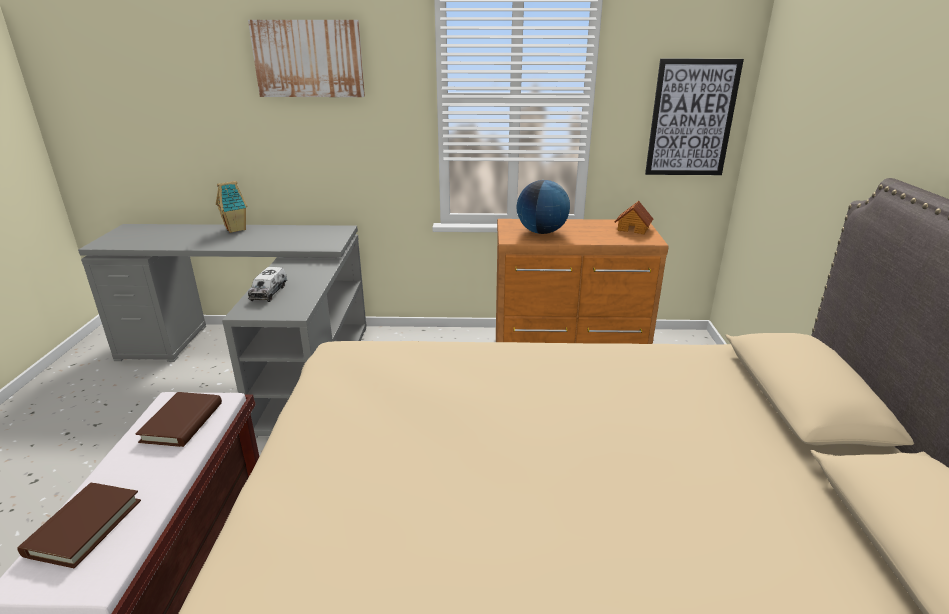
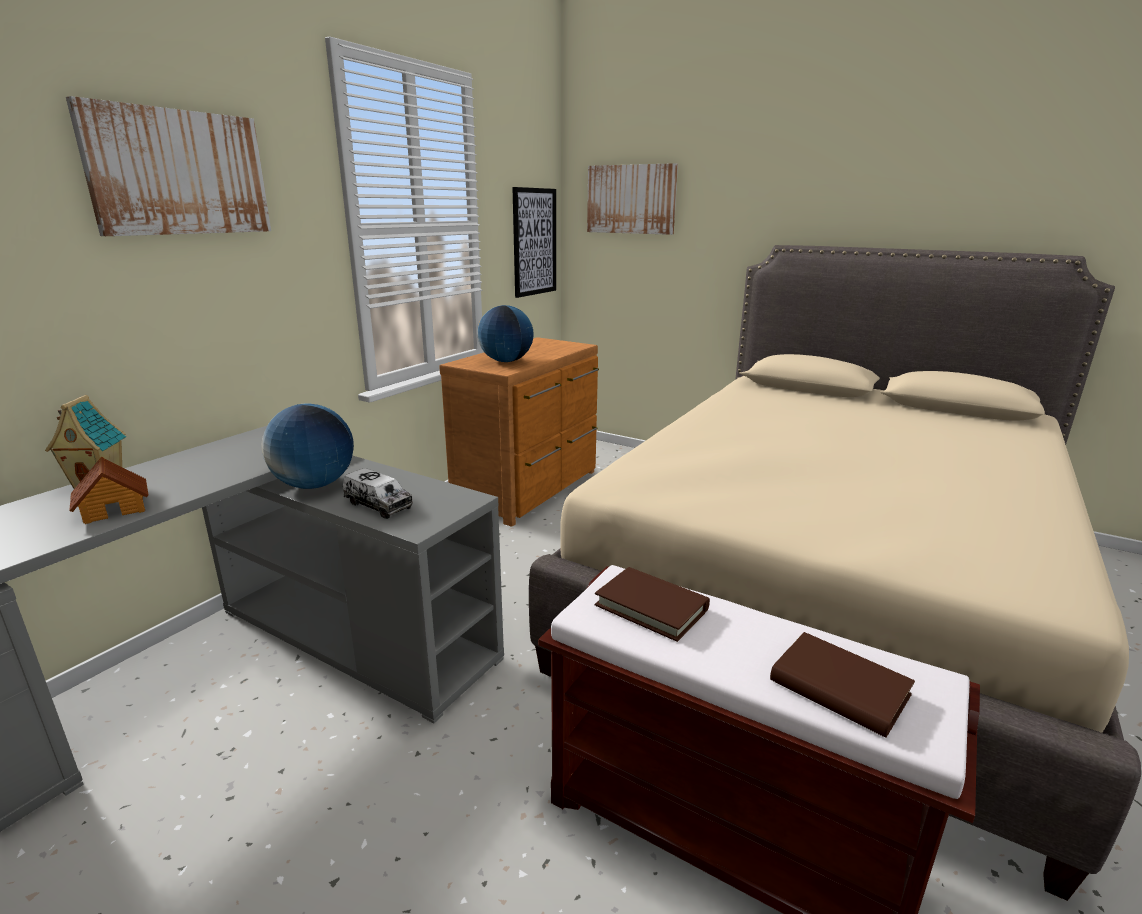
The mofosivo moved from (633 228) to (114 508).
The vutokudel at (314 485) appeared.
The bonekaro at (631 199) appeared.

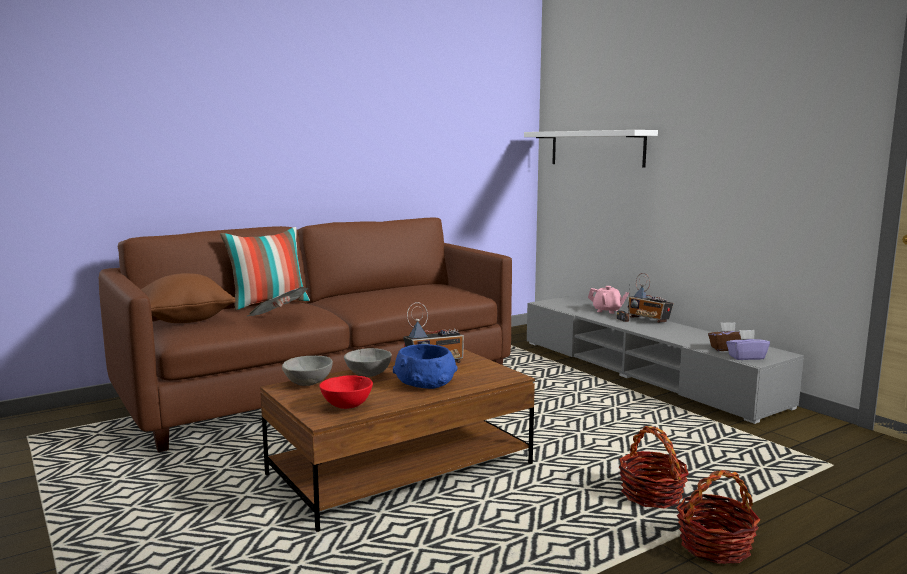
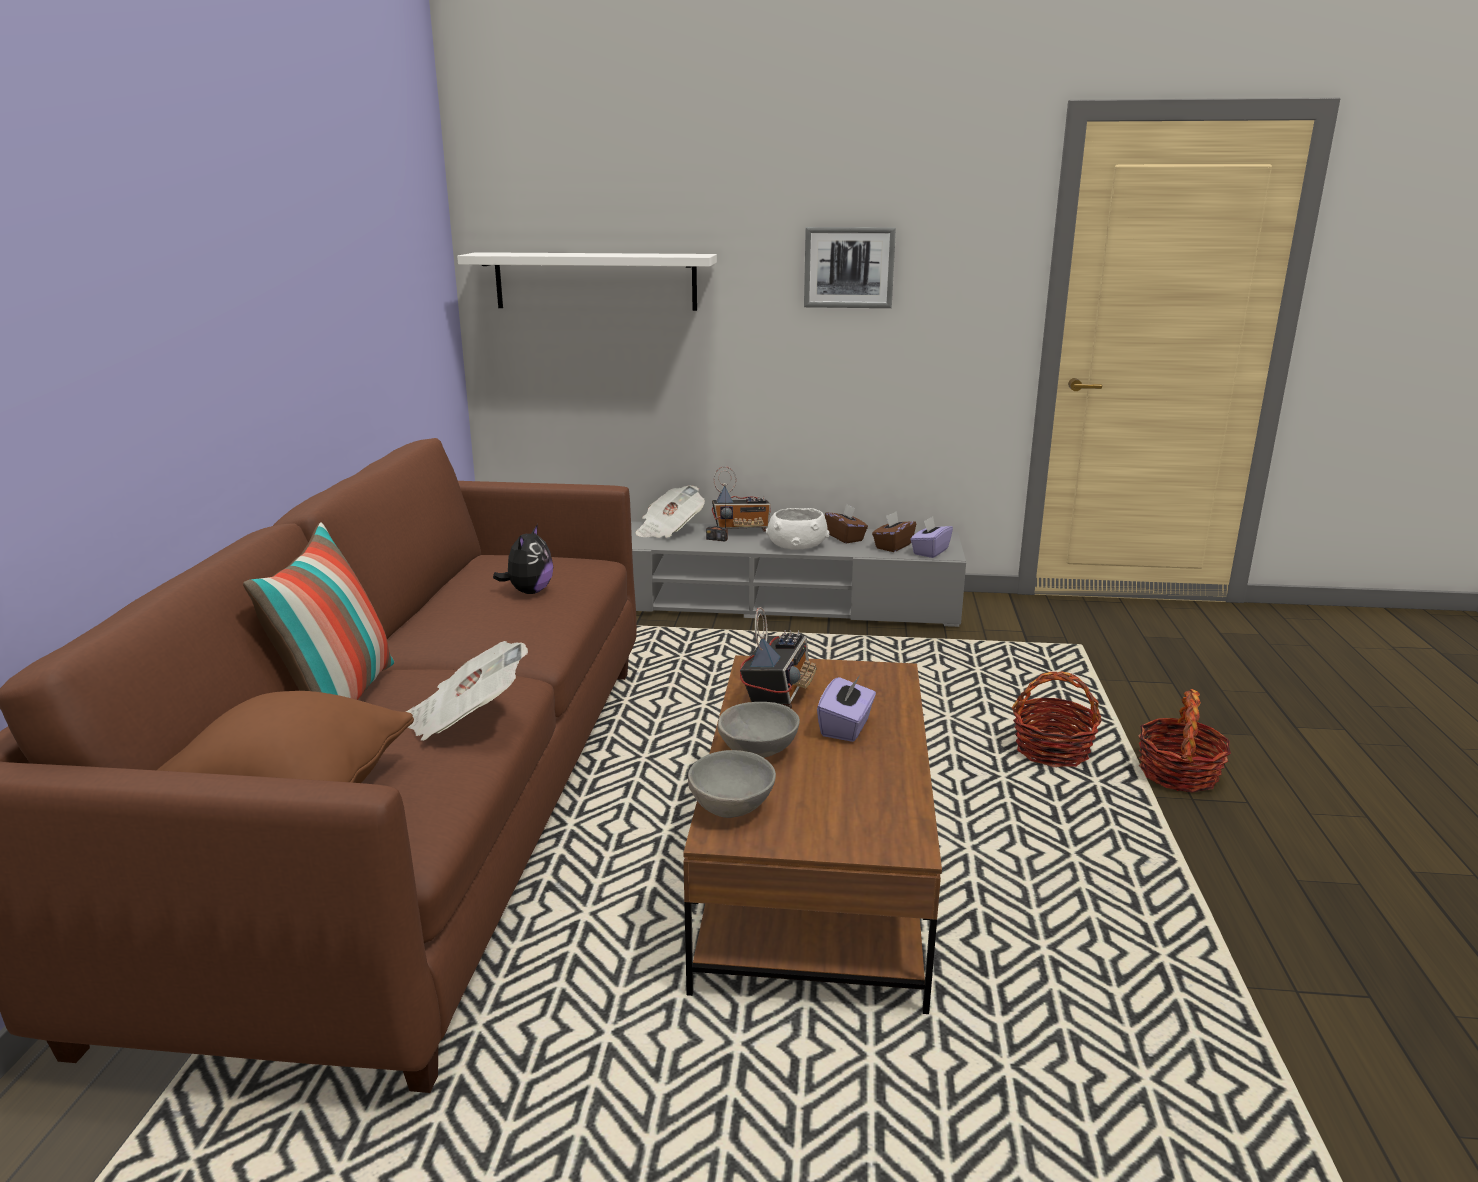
The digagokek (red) at (346 406) disappeared.
The digagokek (blue) at (425 382) was replaced by the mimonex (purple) at (846 727).
The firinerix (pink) at (607 311) was replaced by the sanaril at (669 530).
The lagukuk at (529 591) appeared.
The digagokek (white) at (797 545) appeared.
The bonekaro at (849 267) appeared.
The mimonex (brown) at (845 537) appeared.

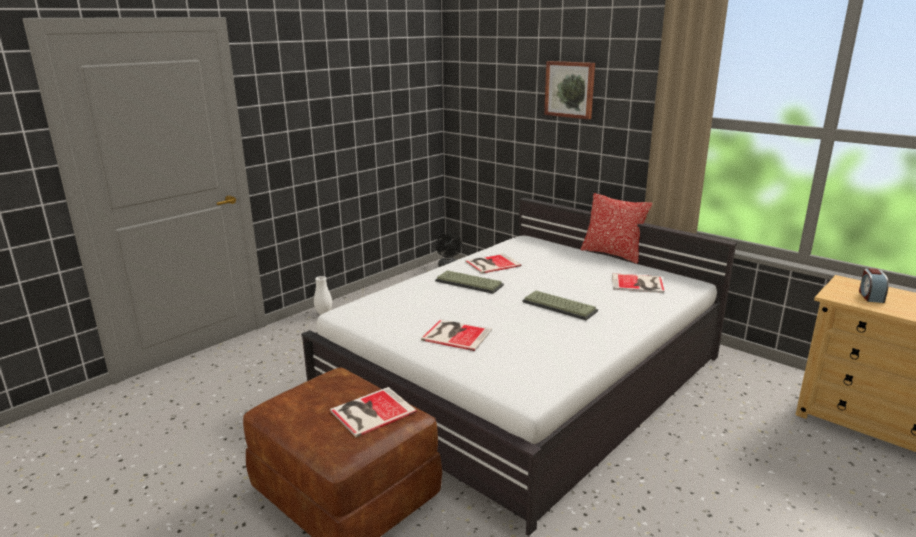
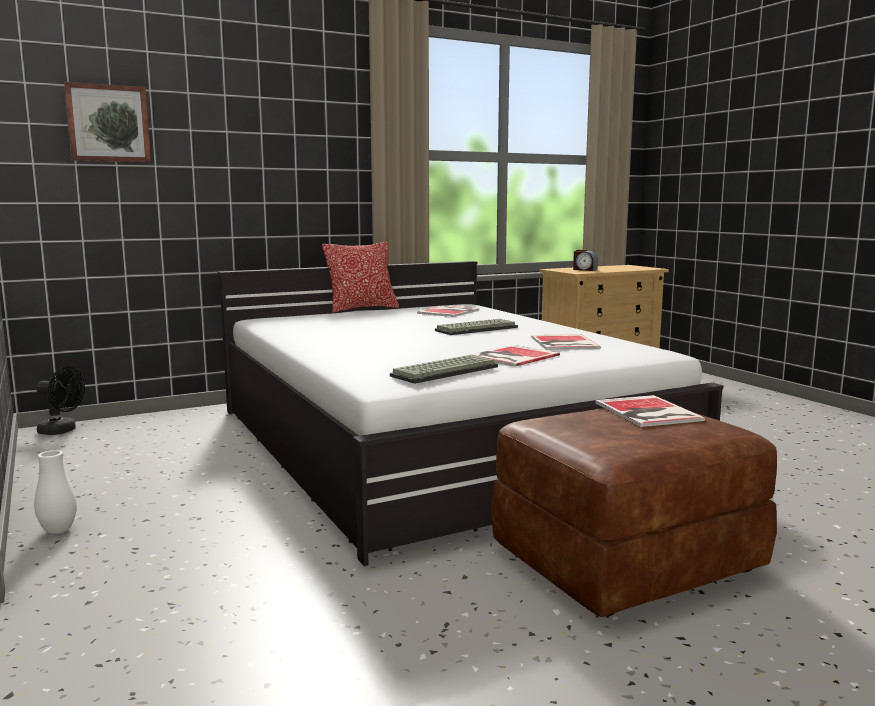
The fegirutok moved from (470 283) to (444 371).
The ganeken moved from (491 264) to (563 343).
The bonekaro moved from (570 89) to (108 123).

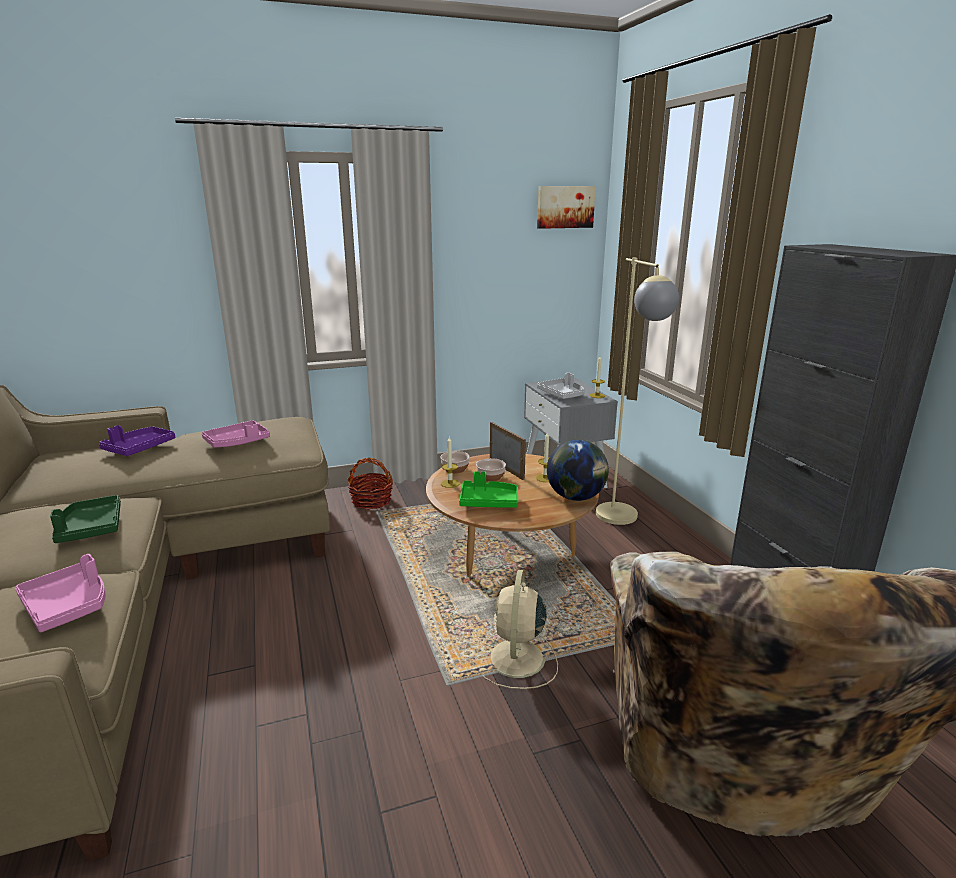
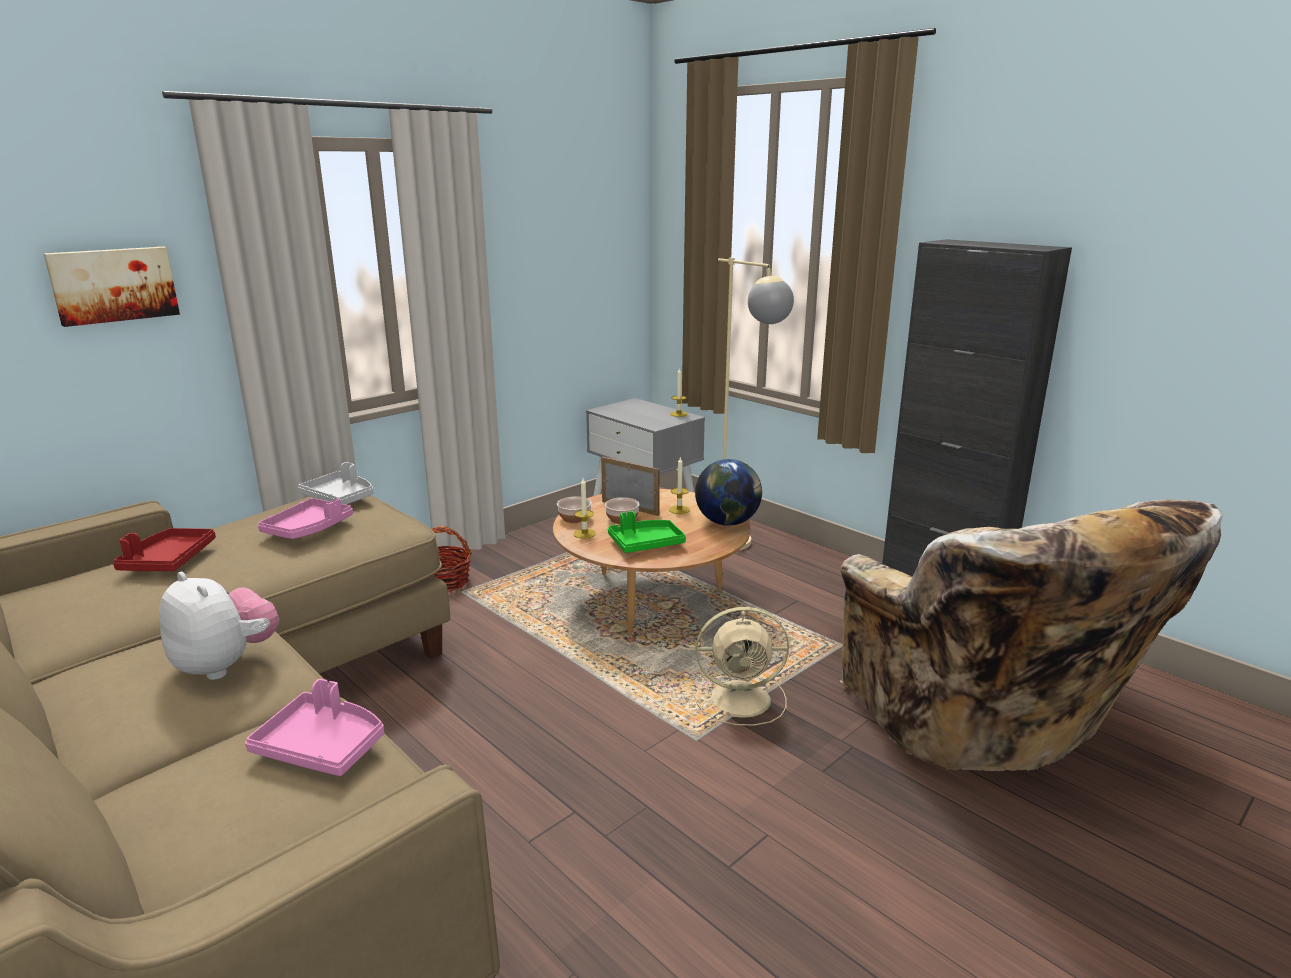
The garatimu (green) at (90 528) was replaced by the lagukuk at (226 664).
The garatimu (purple) at (139 448) became the garatimu (red) at (168 560).
The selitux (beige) at (516 660) turned 75 degrees counterclockwise.
The bonekaro moved from (565 207) to (113 285).
The garatimu (grey) moved from (562 395) to (340 497).

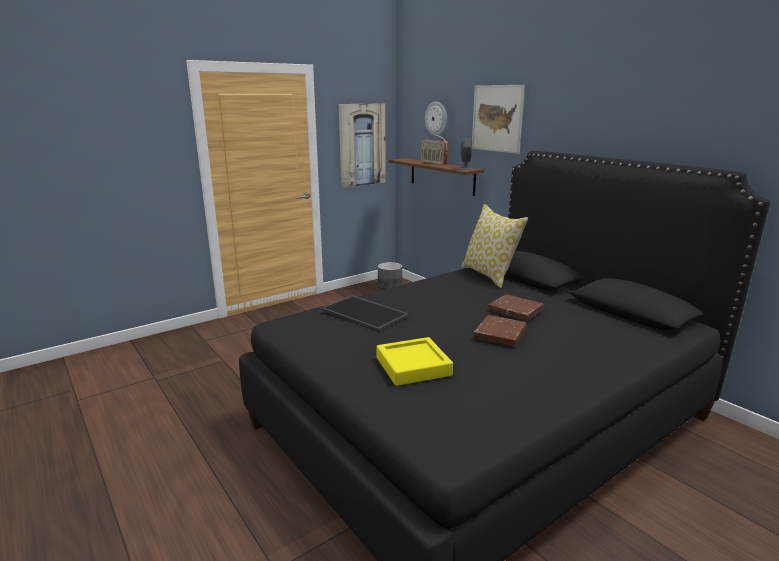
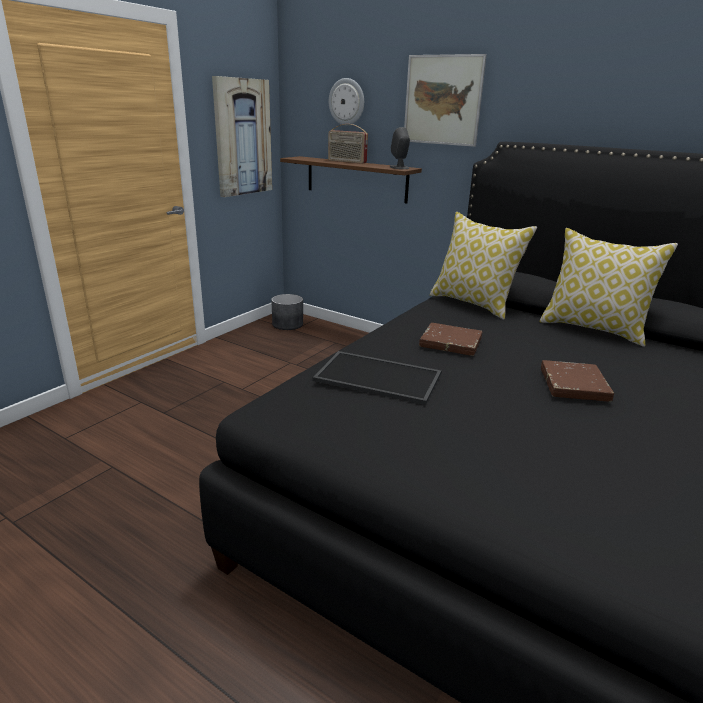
The garatimu (yellow) at (413 366) disappeared.
The ganeken (brown) moved from (515 310) to (450 343).
The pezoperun at (593 329) appeared.

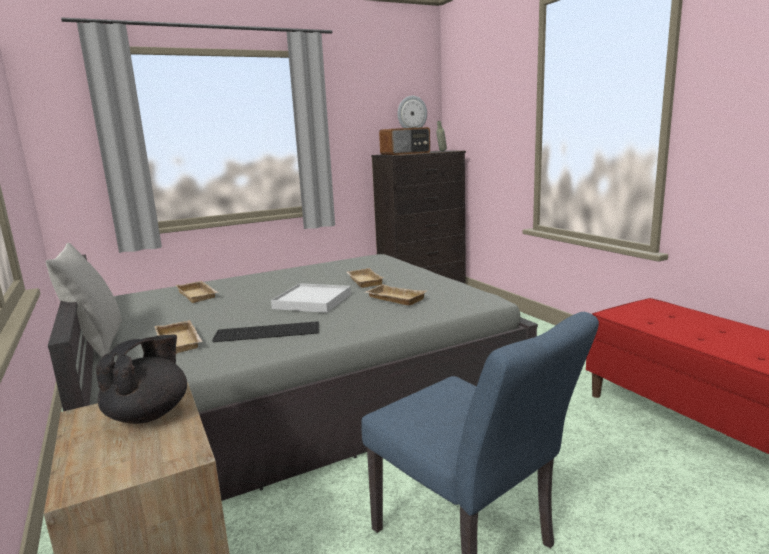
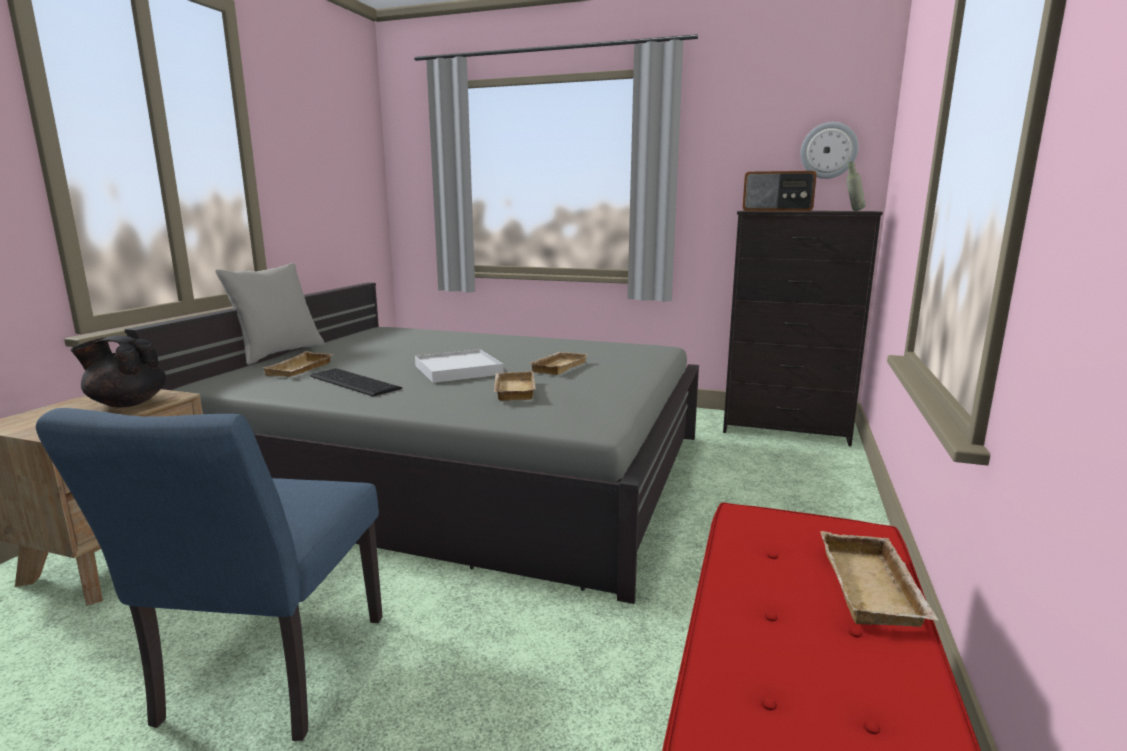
The firinerix (black) at (149 414) turned 150 degrees counterclockwise.
The garatimu (beige) moved from (199 295) to (875 589).

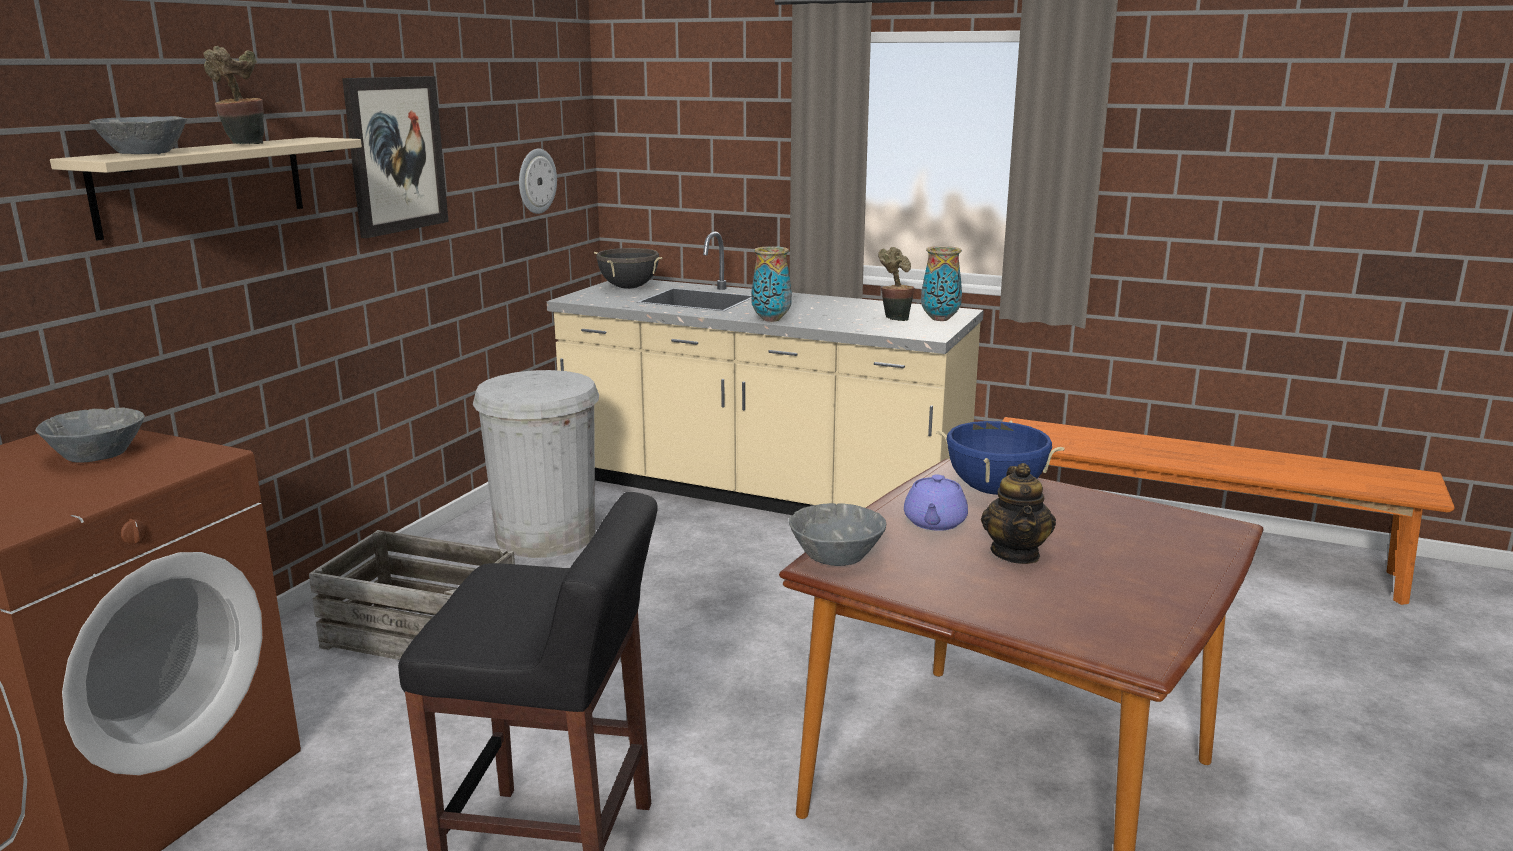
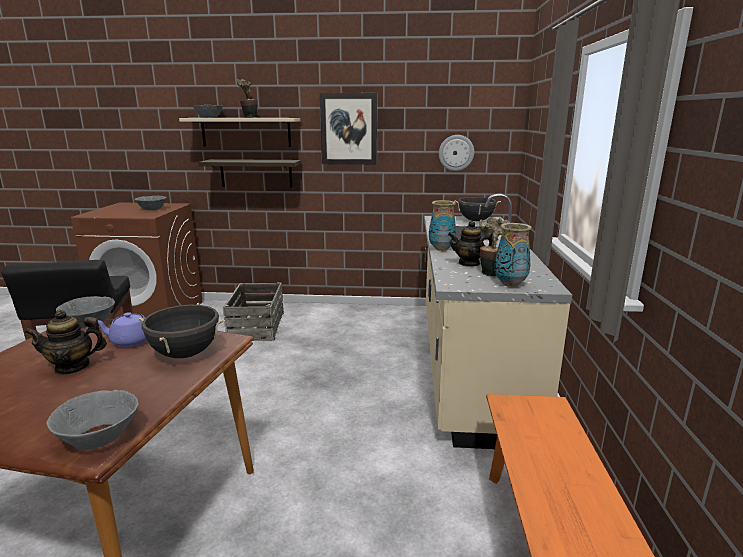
The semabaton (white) at (545 536) disappeared.
The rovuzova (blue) at (994 491) became the rovuzova (black) at (185 354).
The digagokek (grey) at (99 437) appeared.
The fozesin at (256 173) appeared.
The firinerix at (469 263) appeared.

